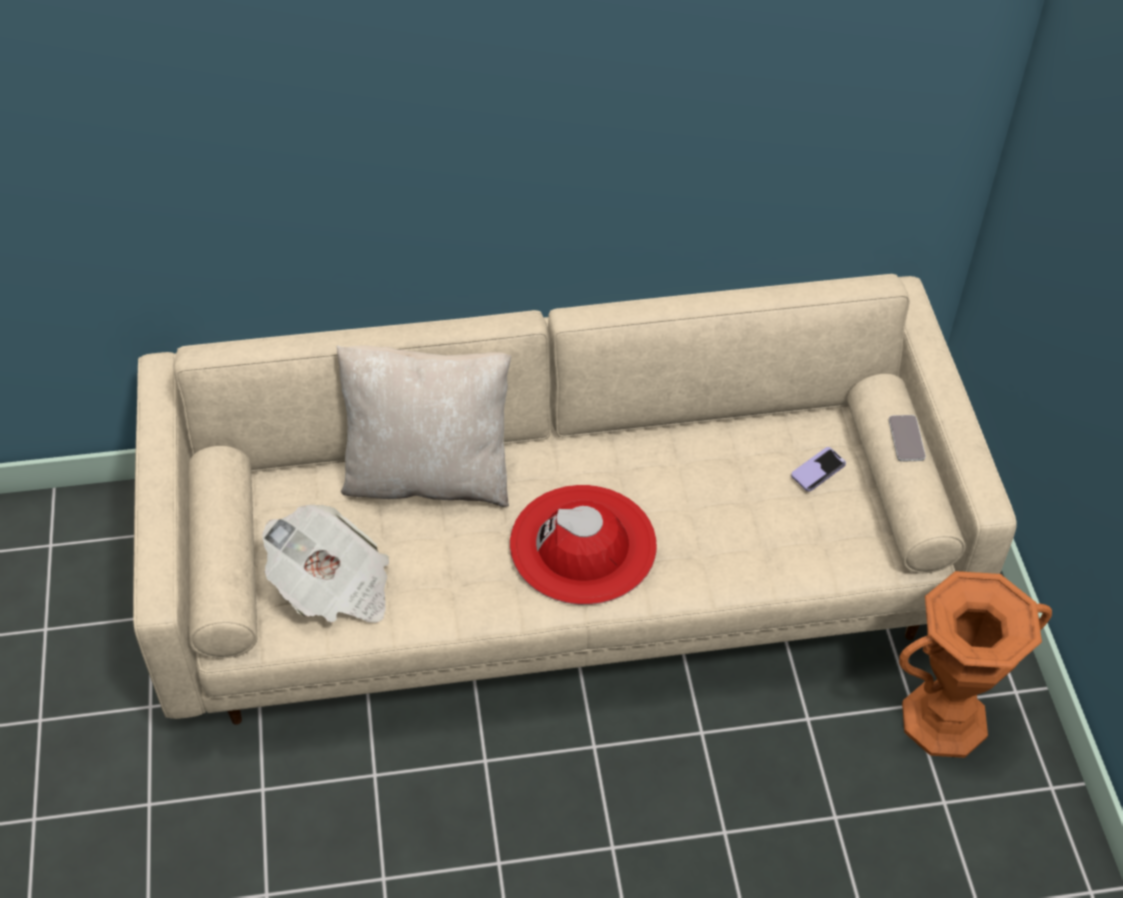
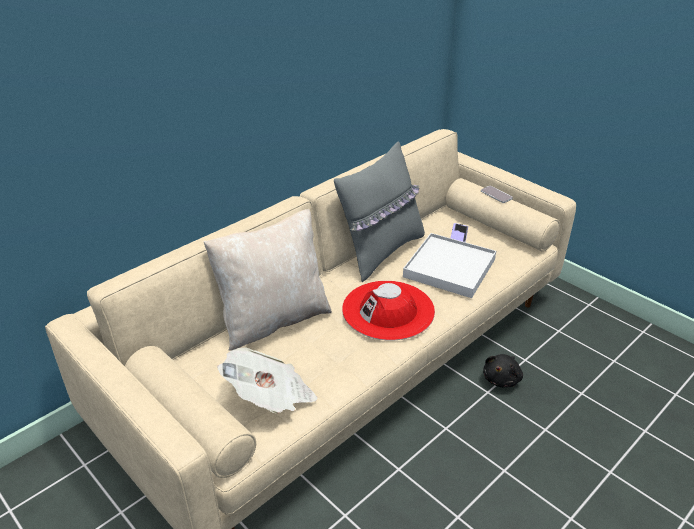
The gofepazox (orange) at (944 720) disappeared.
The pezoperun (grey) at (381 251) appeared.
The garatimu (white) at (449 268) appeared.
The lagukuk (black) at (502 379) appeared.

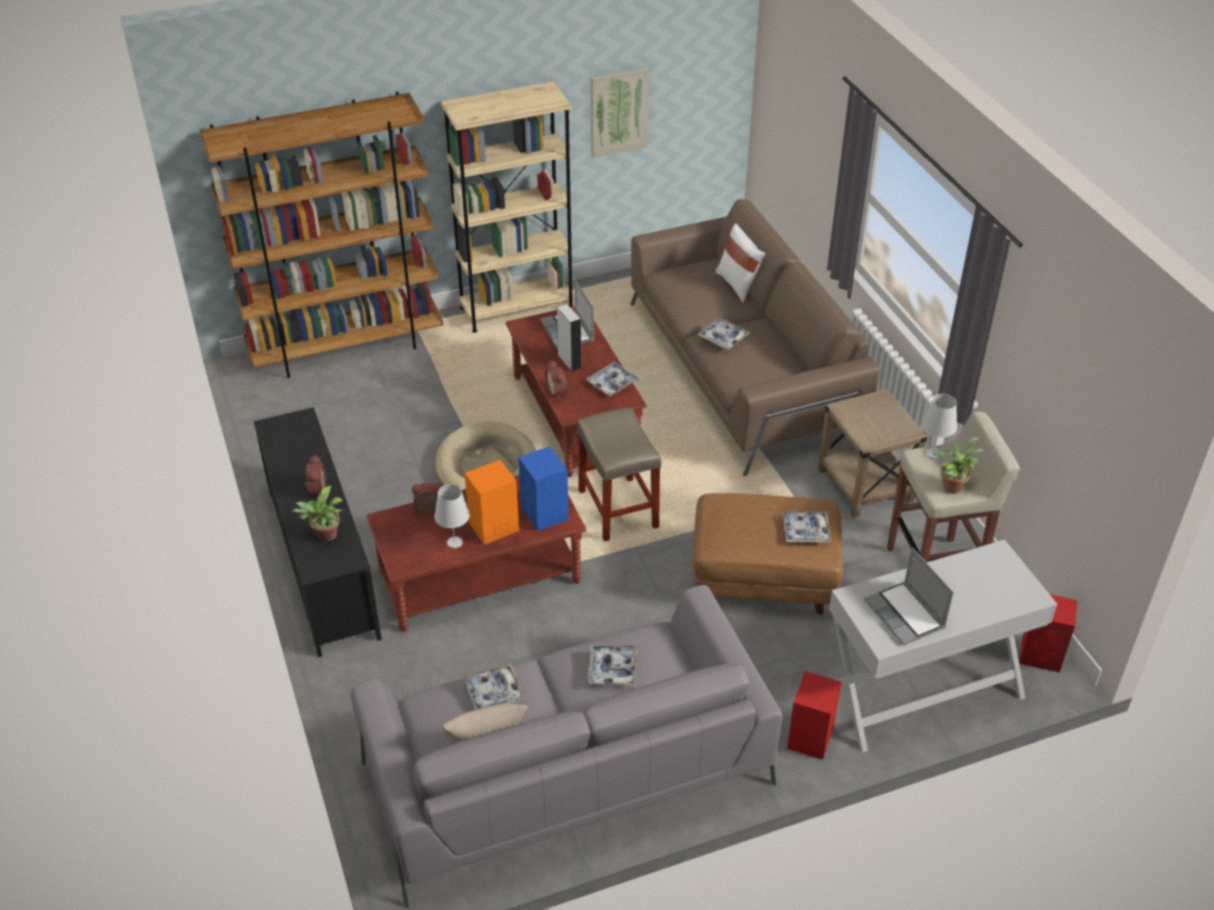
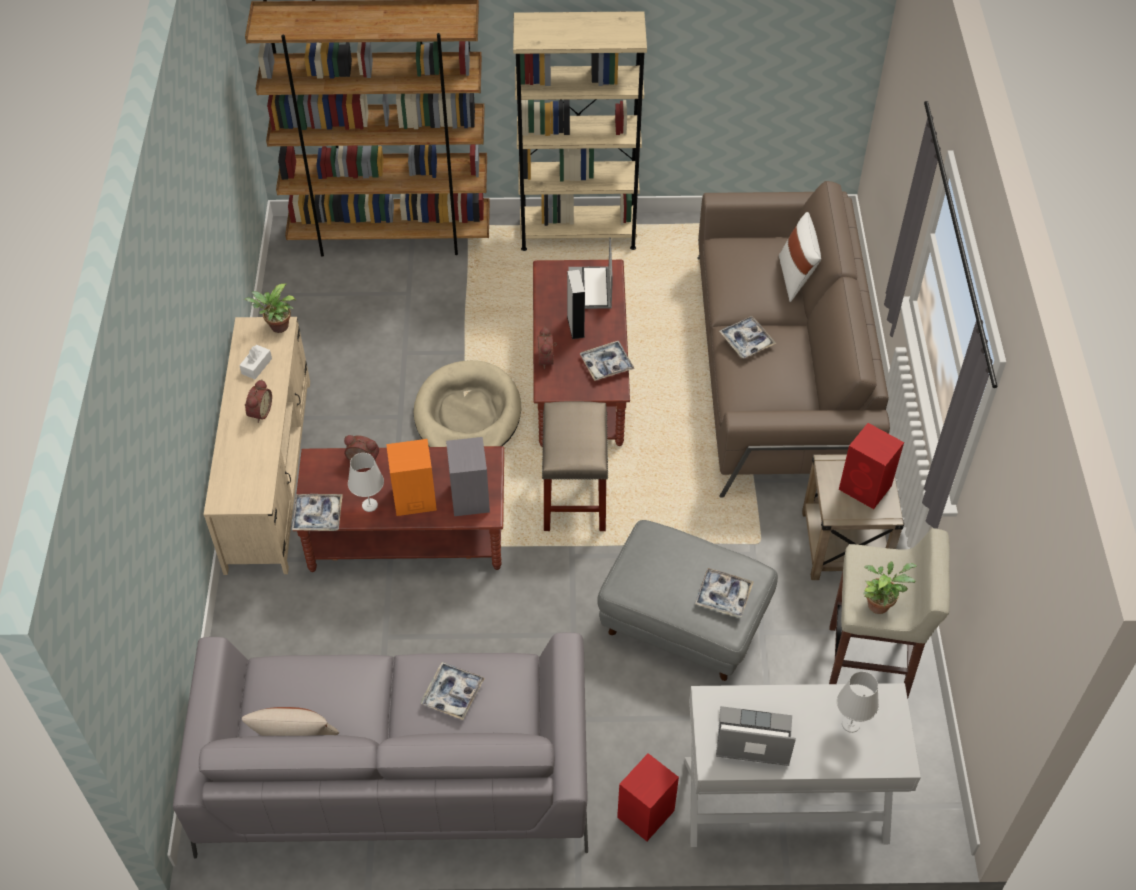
The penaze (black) at (322 561) became the penaze (beige) at (269 472).
The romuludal moved from (325 537) to (277 327).
The garatimu moved from (494 692) to (317 516).
The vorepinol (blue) at (545 514) became the vorepinol (grey) at (470 499).
The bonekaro at (618 111) disappeared.
The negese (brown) at (762 579) became the negese (grey) at (682 622).
The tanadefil at (906 615) turned 105 degrees clockwise.
The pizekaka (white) moved from (933 454) to (851 724).
The vorepinol (red) moved from (1042 655) to (866 488).
The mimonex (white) at (256 366) appeared.

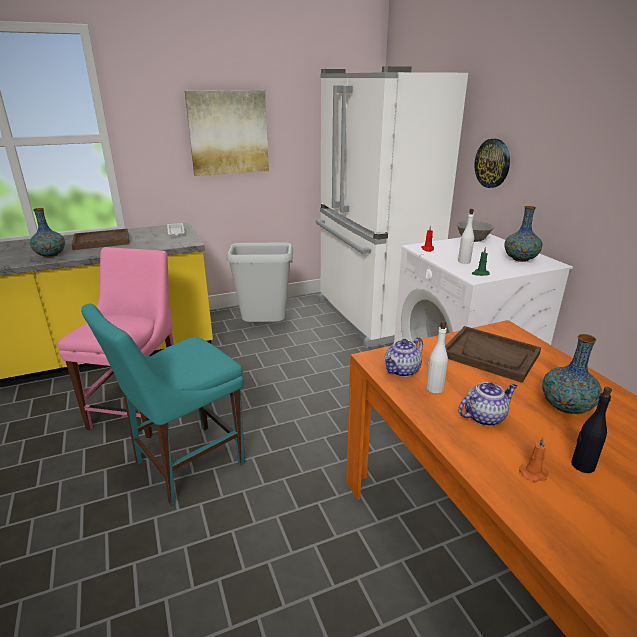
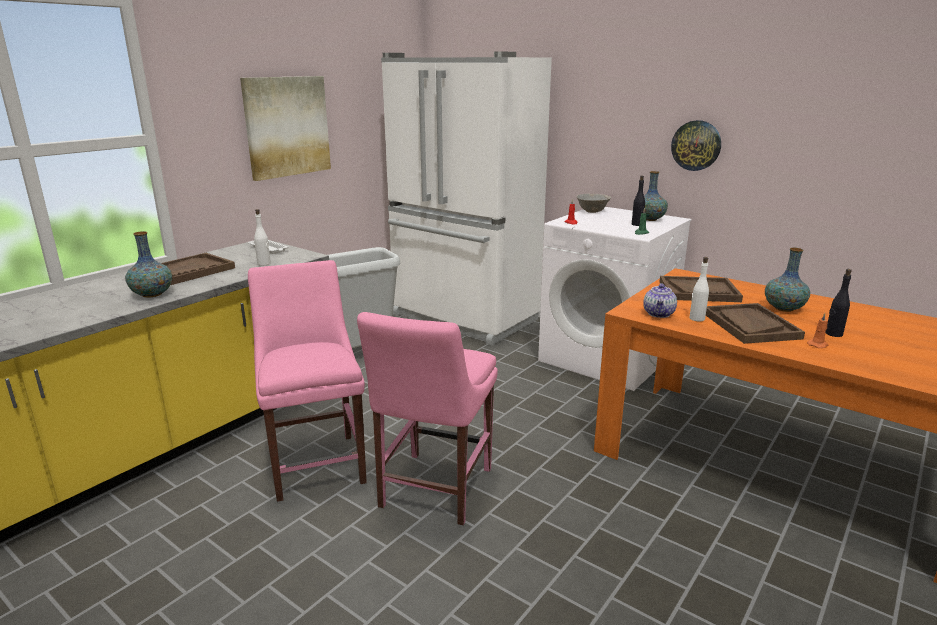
The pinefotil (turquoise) at (184 464) became the pinefotil (pink) at (433 490).
The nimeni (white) moved from (464 261) to (264 263).
The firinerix at (484 416) was replaced by the garatimu (brown) at (750 325).
The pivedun moved from (492 163) to (696 145).
The nimeni (black) at (637 224) appeared.

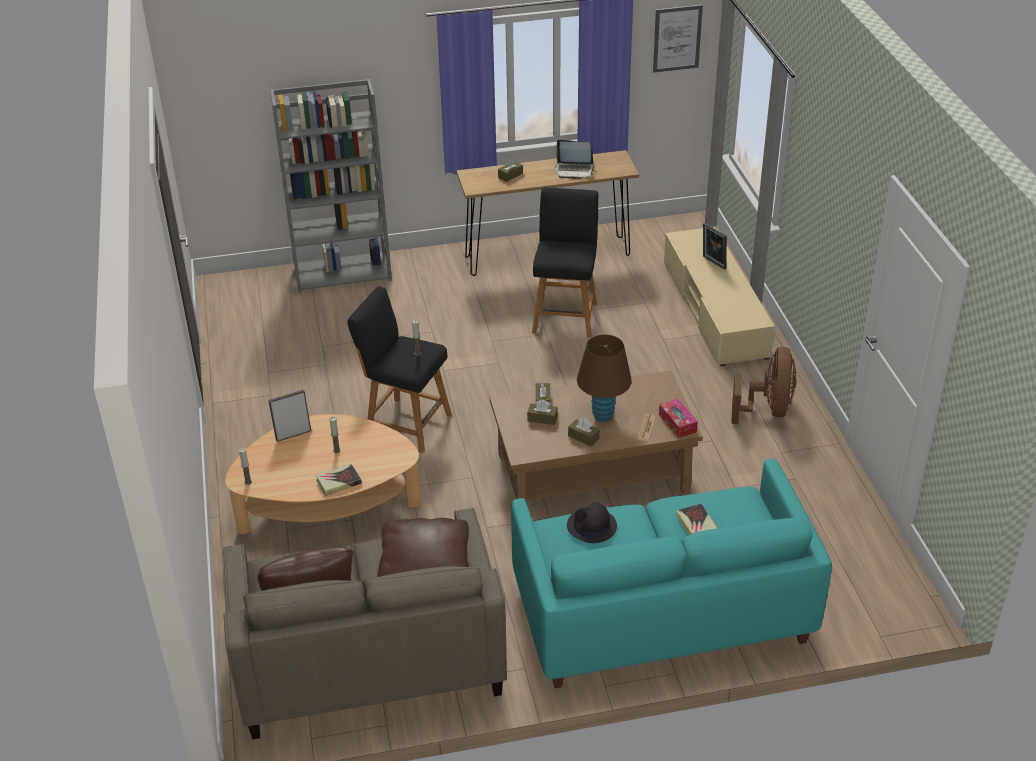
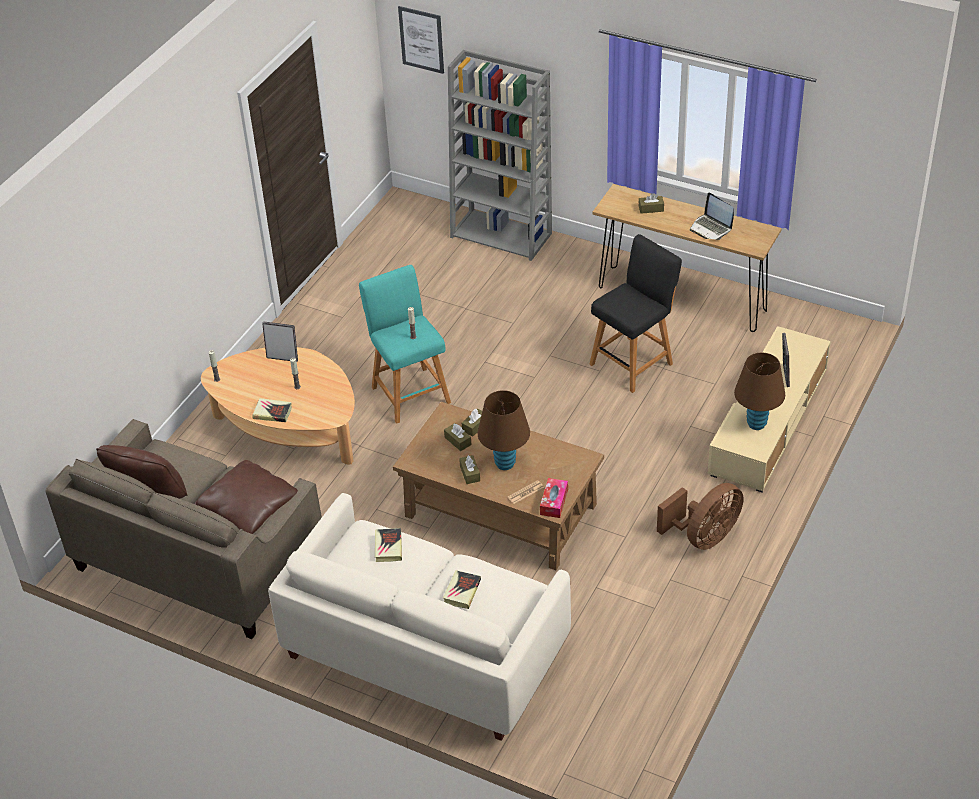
The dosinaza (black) at (405 424) became the dosinaza (turquoise) at (409 392).
The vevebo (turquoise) at (660 611) became the vevebo (white) at (424 649).
The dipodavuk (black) at (591 526) was replaced by the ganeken at (388 547).
The bonekaro moved from (677 38) to (421 39).
The pizekaka (brown) at (756 424) appeared.

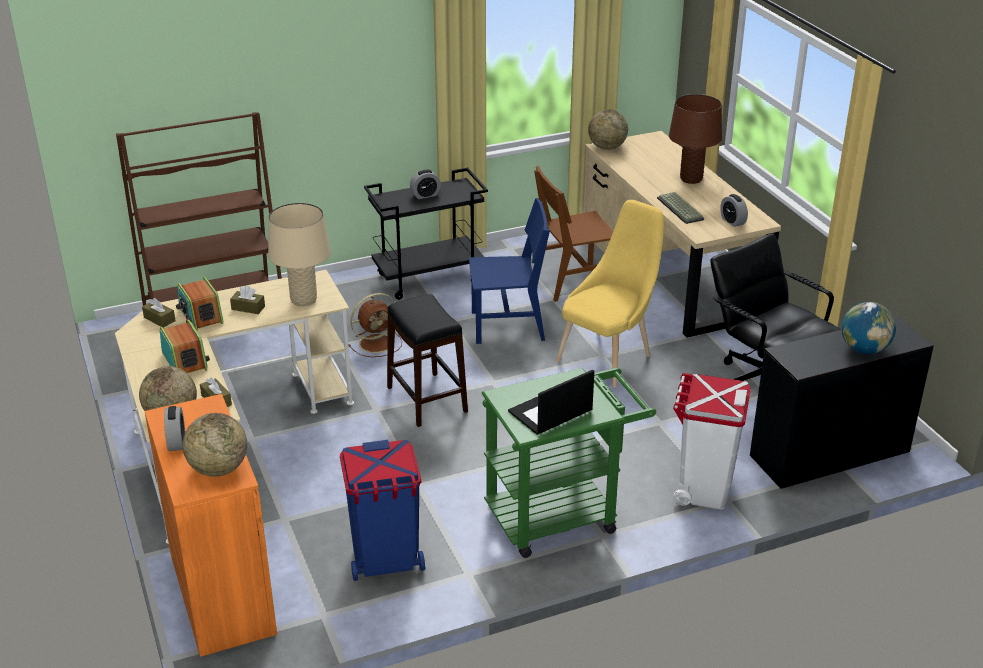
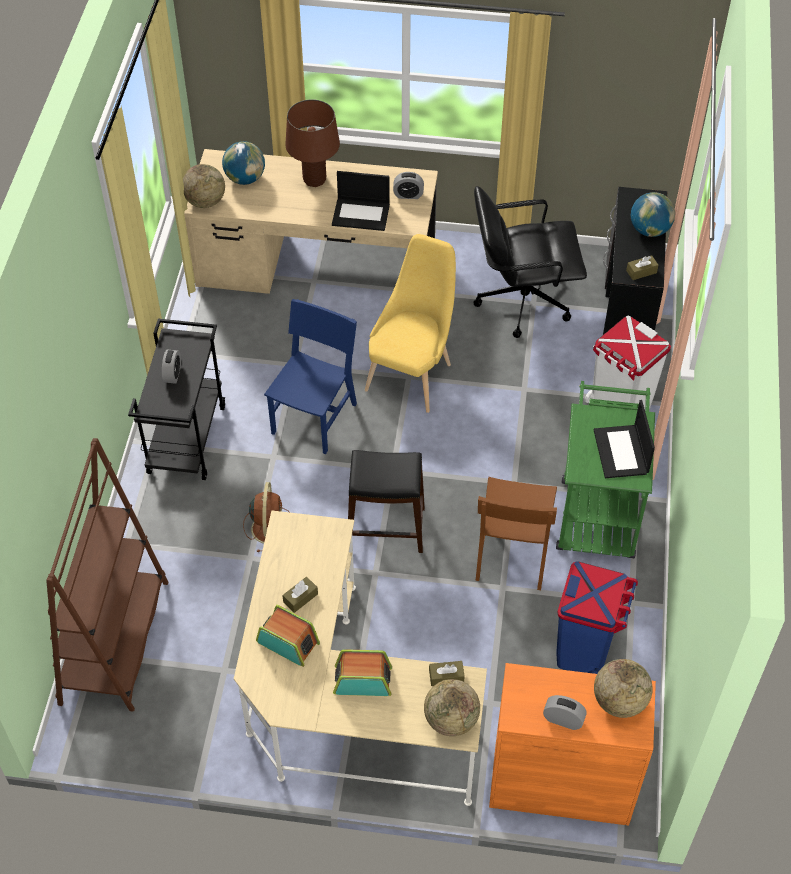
The mimonex (brown) moved from (159 319) to (641 271).
The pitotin at (200 316) turned 150 degrees counterclockwise.
The pizekaka (beige) at (303 300) disappeared.
The pinefotil (brown) moved from (573 282) to (512 554).
The pinefotil (yellow) at (608 356) turned 45 degrees clockwise.
The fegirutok at (681 209) was replaced by the tanadefil at (361 214).
The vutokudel at (245 178) appeared.

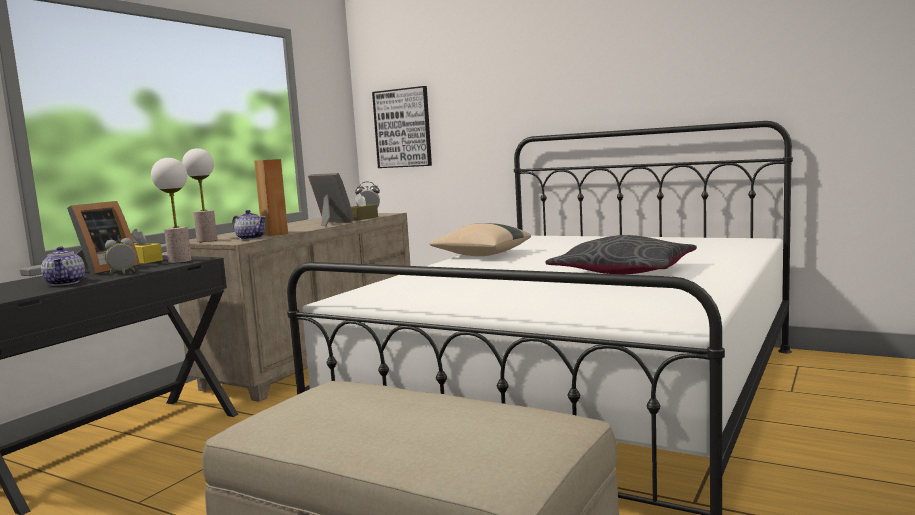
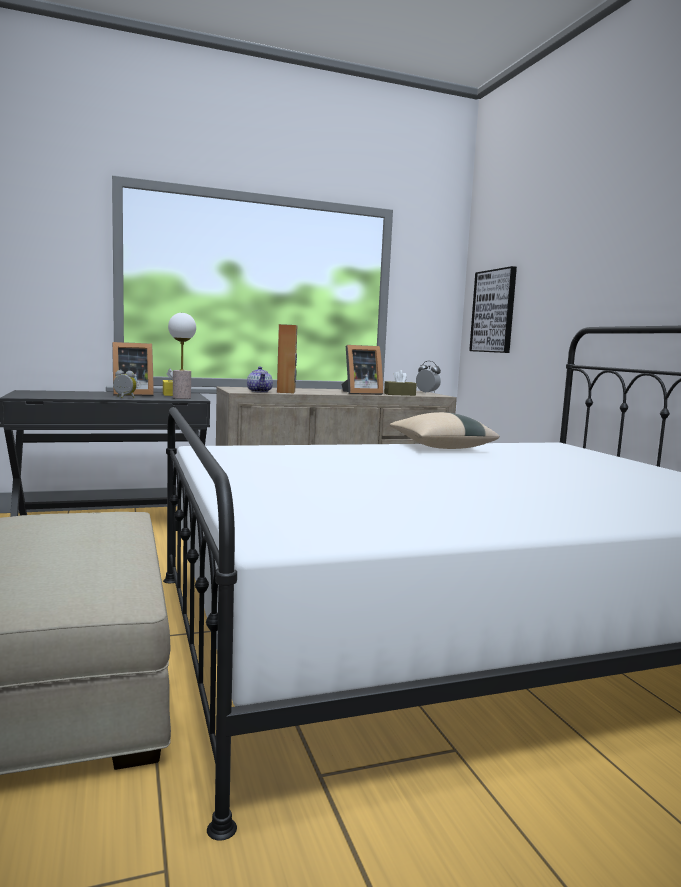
The firinerix at (66 283) disappeared.
The pizekaka at (207 240) disappeared.
The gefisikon at (331 223) turned 90 degrees clockwise.
The pezoperun (grey) at (623 272) disappeared.

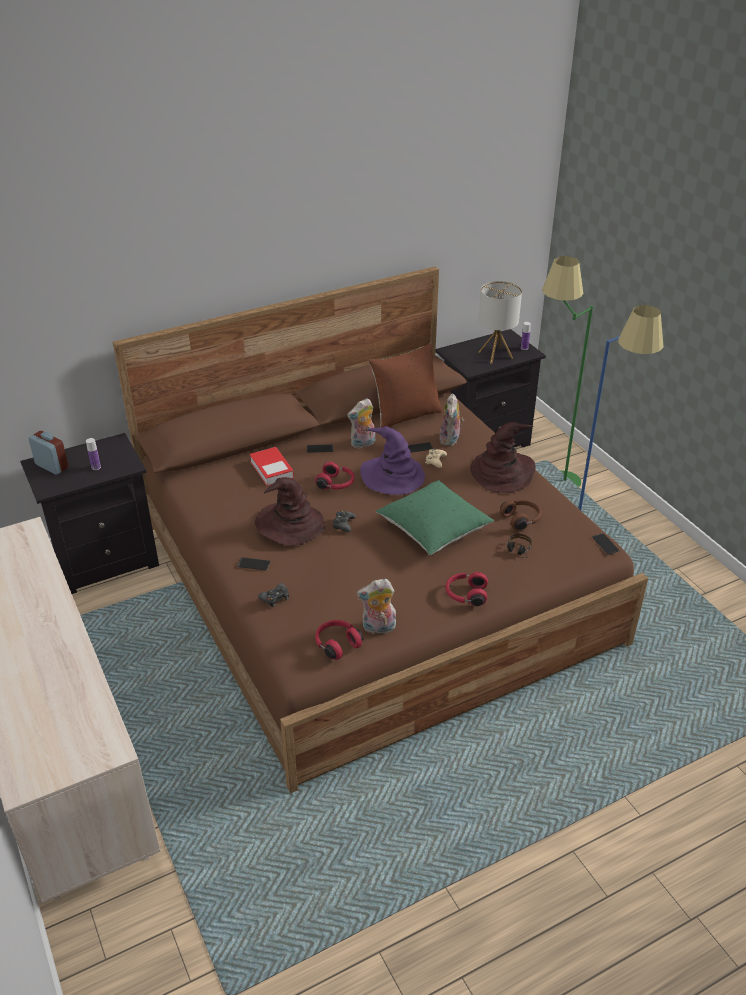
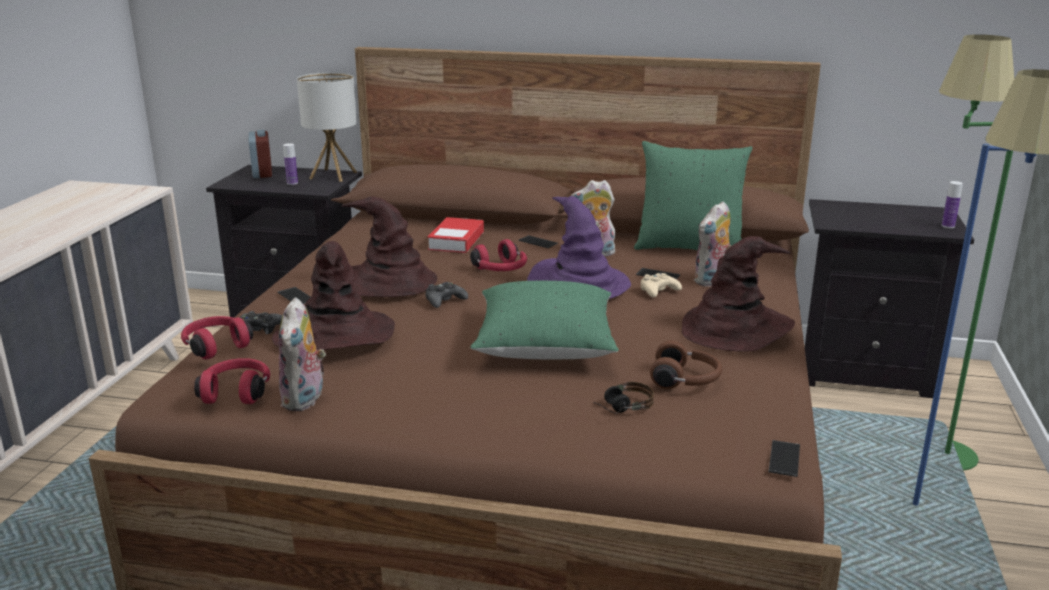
The lagukuk at (378 628) turned 120 degrees counterclockwise.
The pezoperun (brown) at (405 415) became the pezoperun (green) at (689 247).
The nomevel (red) moved from (465 595) to (216 346).
The pizekaka moved from (495 355) to (333 175).
The dipodavuk (brown) at (335 336) appeared.

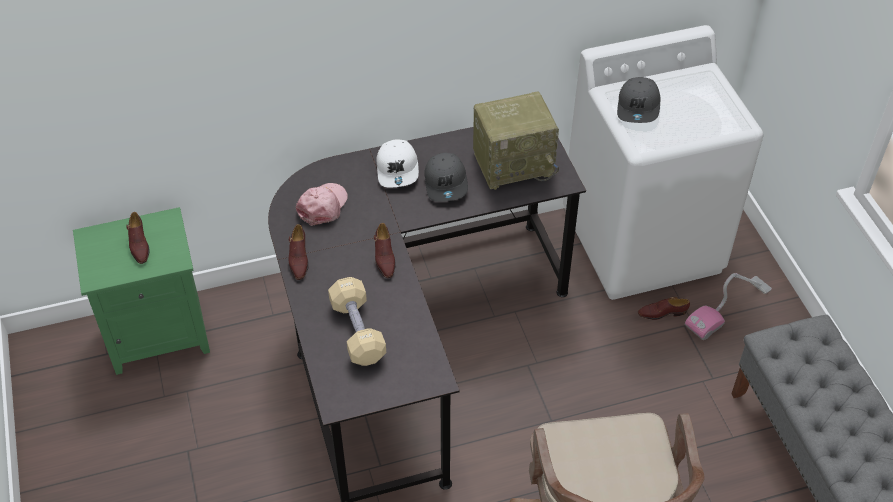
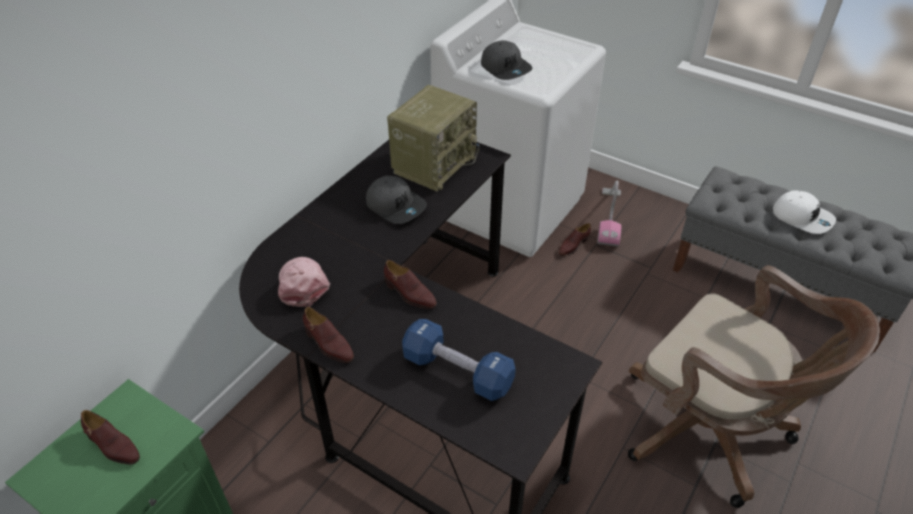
The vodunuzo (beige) at (357 331) became the vodunuzo (blue) at (457 371).
The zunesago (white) moved from (398 169) to (802 217).

